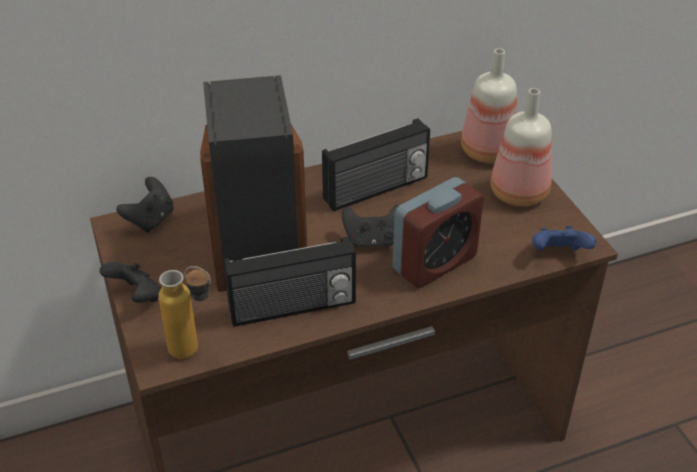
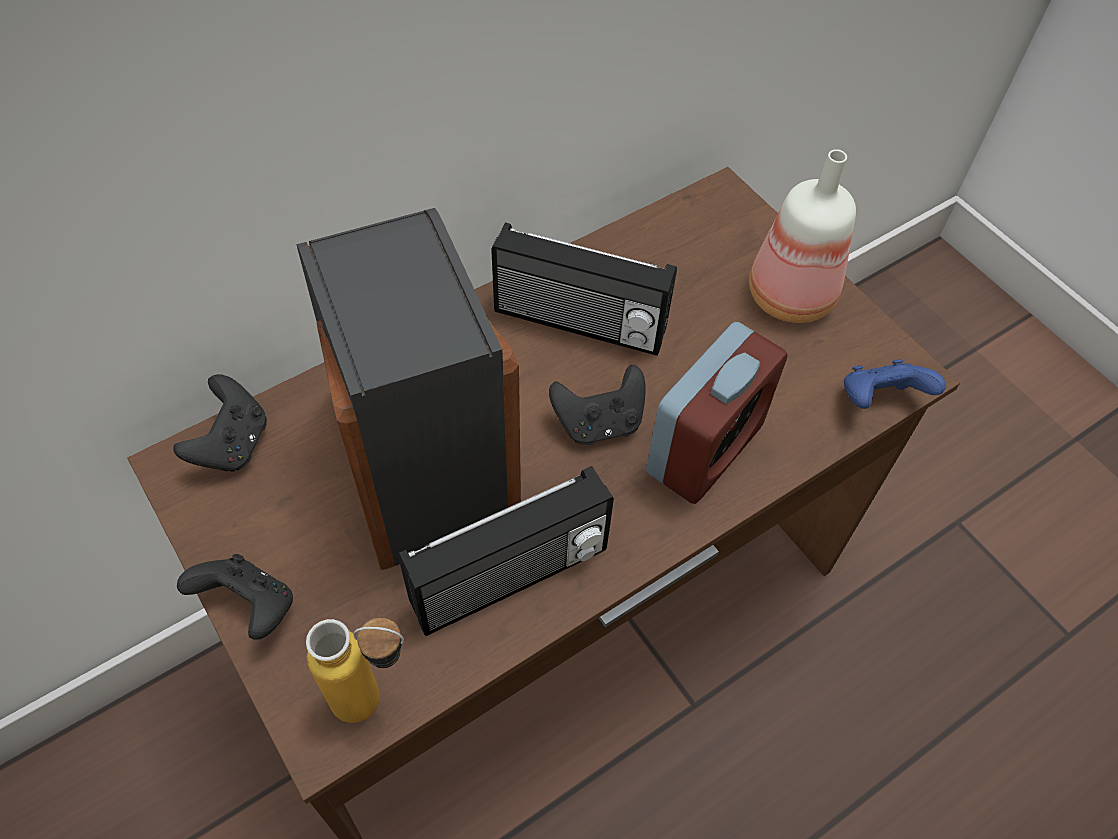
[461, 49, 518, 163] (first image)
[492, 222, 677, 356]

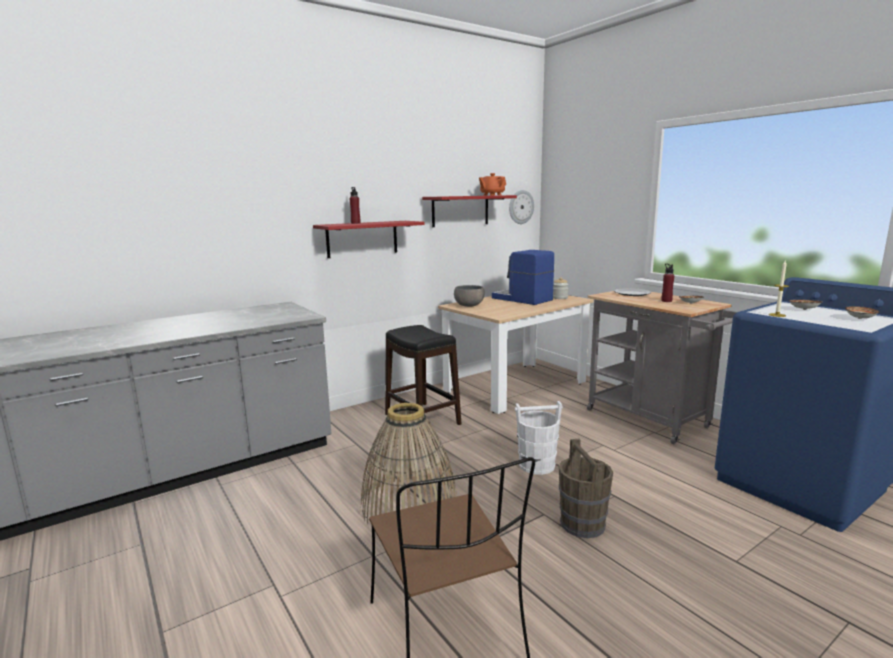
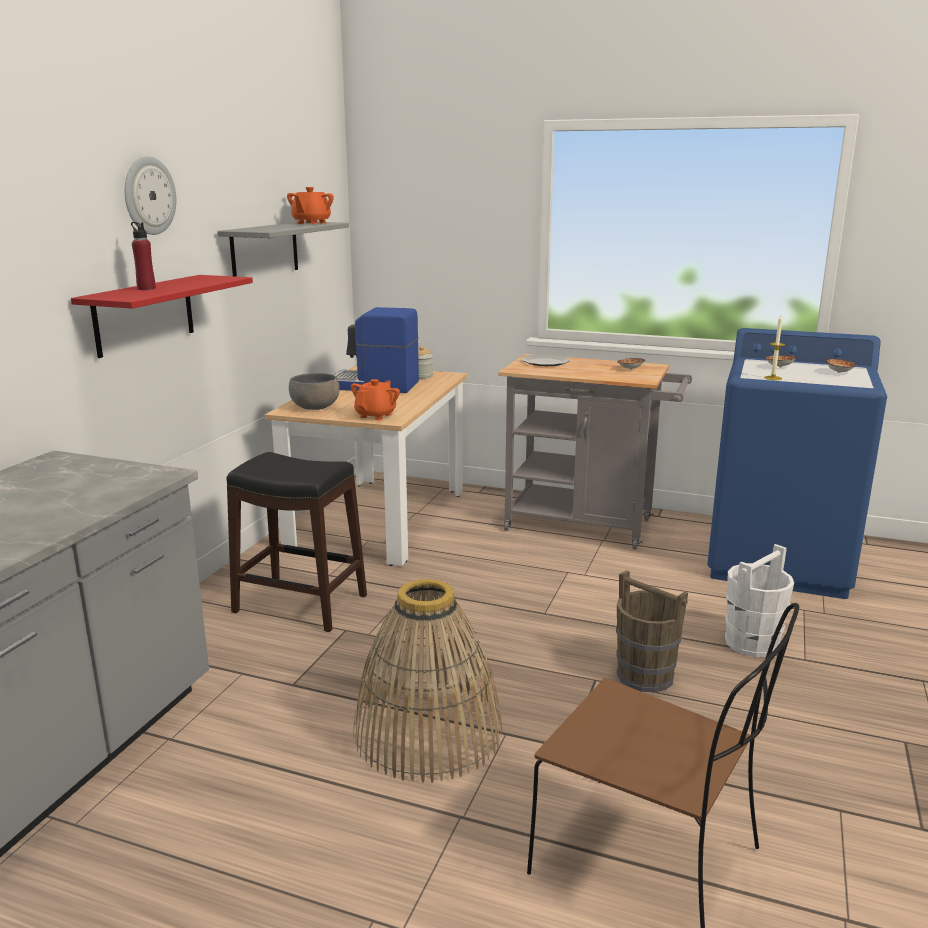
[661, 264, 674, 302] (first image)
[351, 379, 400, 420]
[125, 156, 176, 235]
[725, 544, 794, 657]
[217, 222, 349, 277]

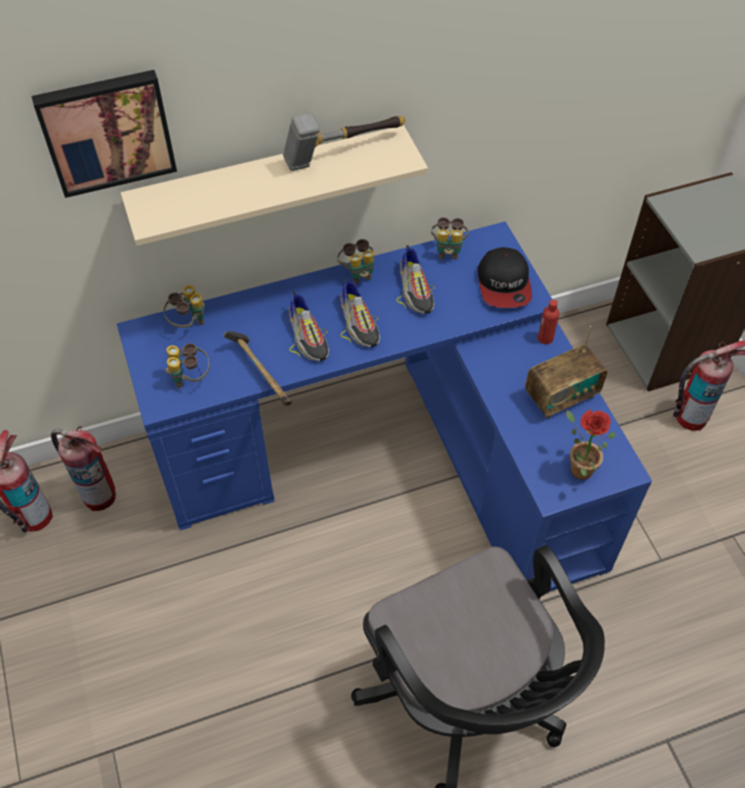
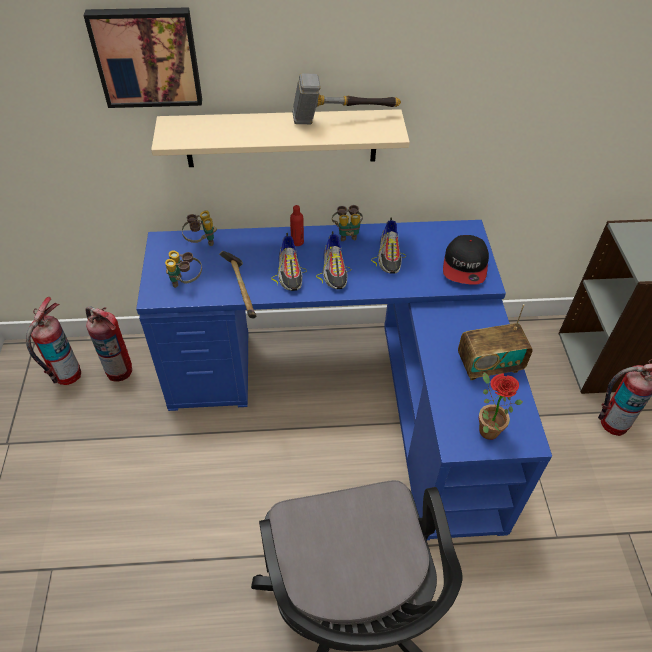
[431, 217, 469, 260] (first image)
[290, 205, 304, 246]

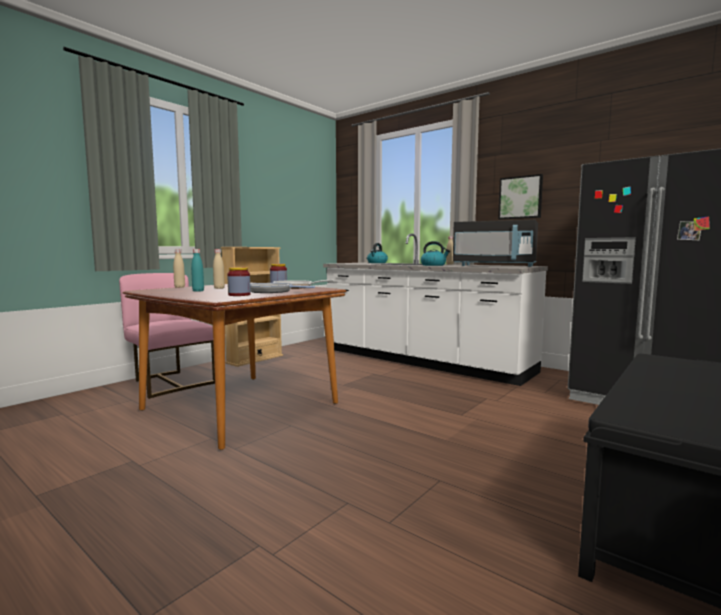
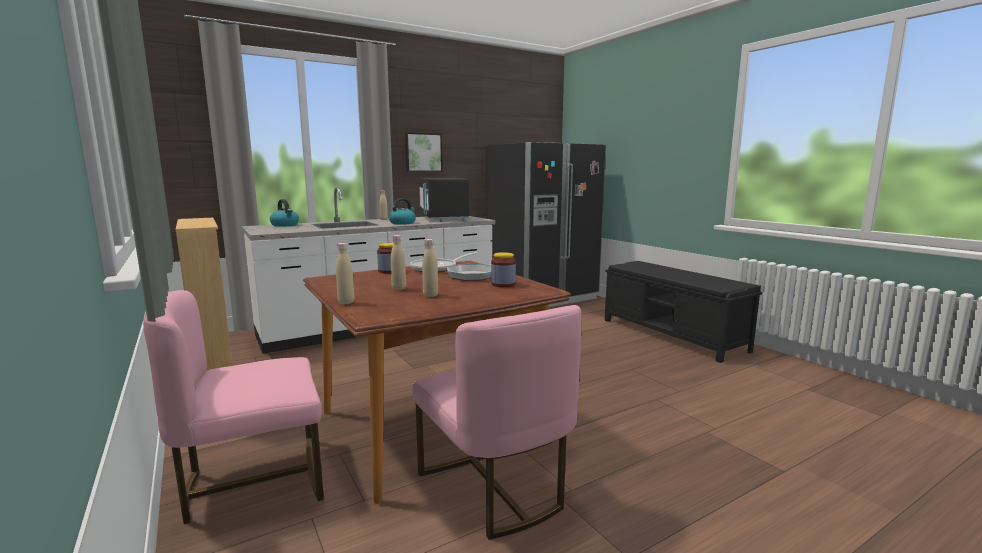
[412, 305, 581, 540]
[422, 239, 438, 297]
[419, 178, 470, 222]

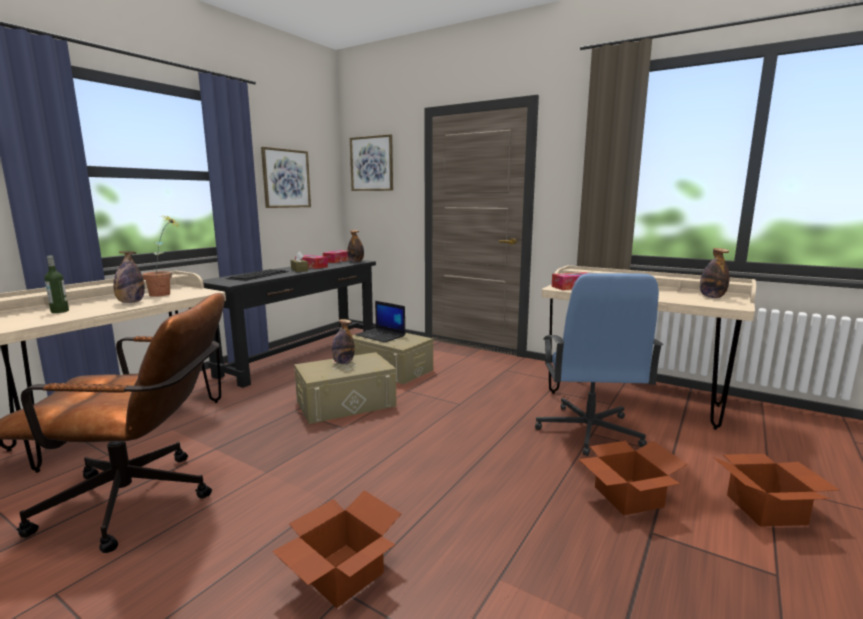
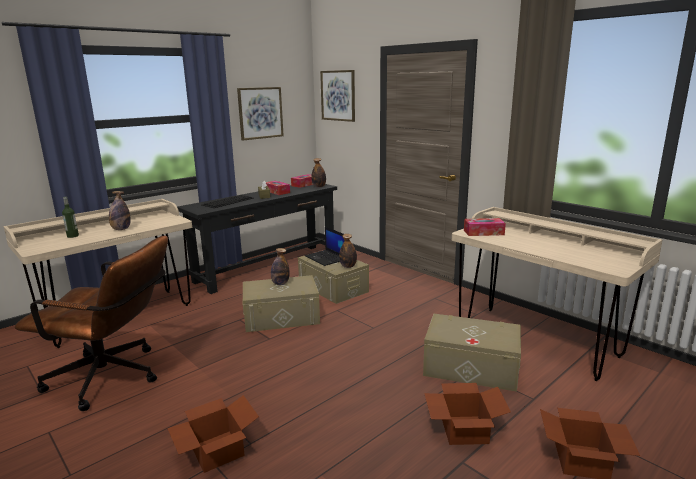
[142, 214, 181, 297] (first image)
[339, 234, 357, 268]
[423, 314, 521, 392]

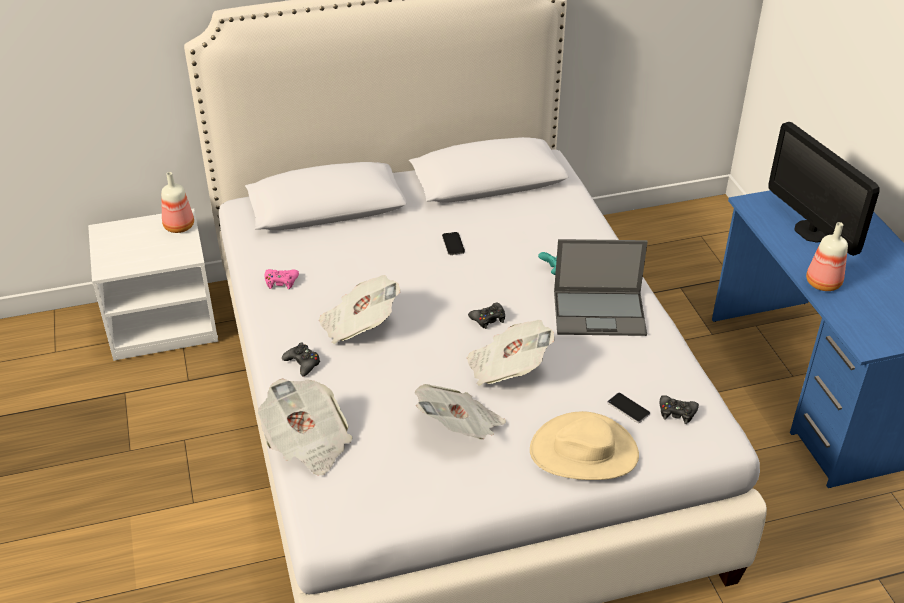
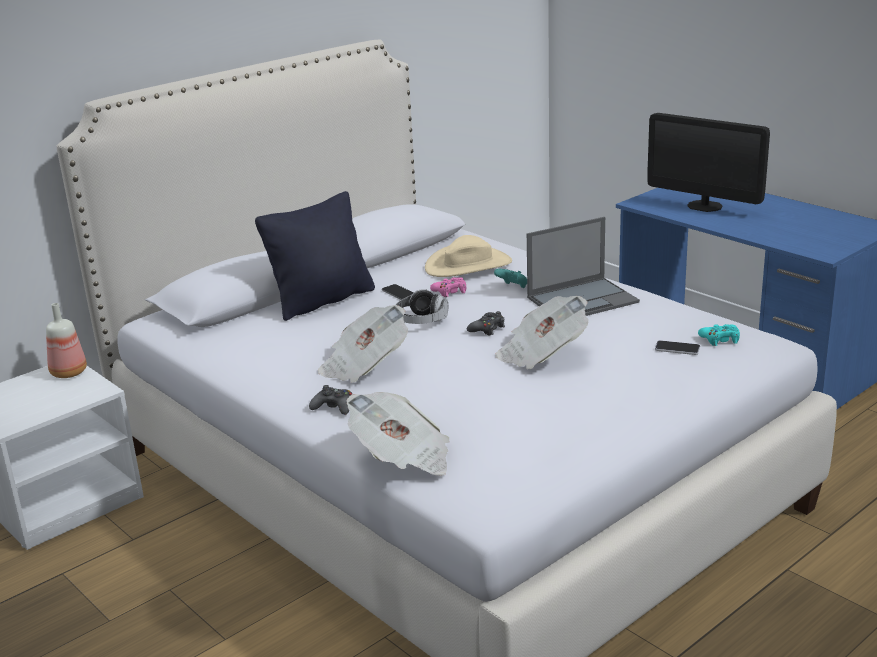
[414, 384, 506, 440] (first image)
[806, 222, 848, 291] (first image)
[255, 191, 375, 321]
[395, 289, 448, 324]
[430, 277, 466, 297]
[425, 235, 512, 277]
[698, 324, 740, 346]

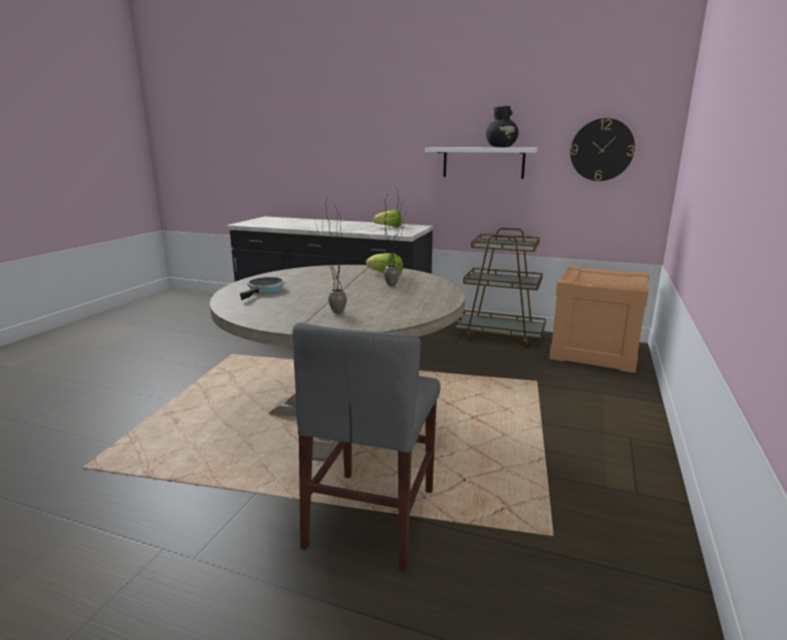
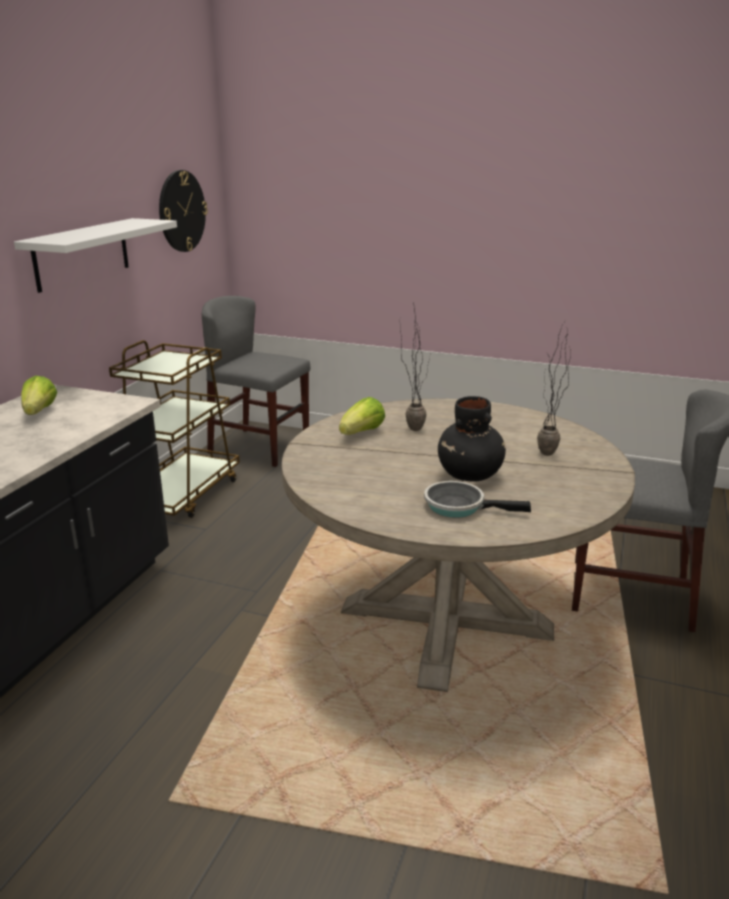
[438, 396, 506, 482]
[202, 296, 310, 467]

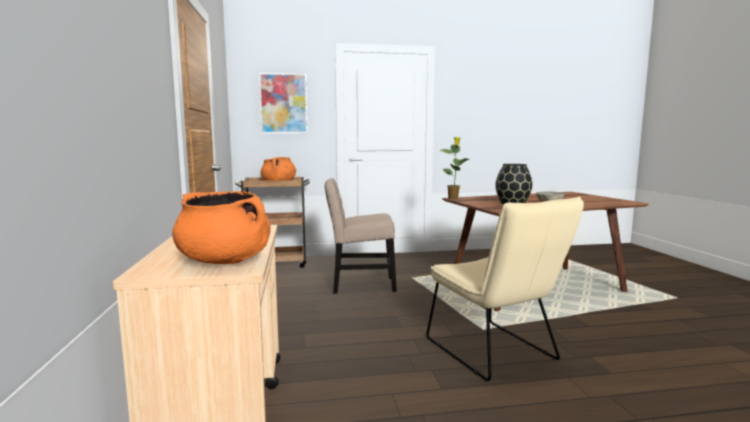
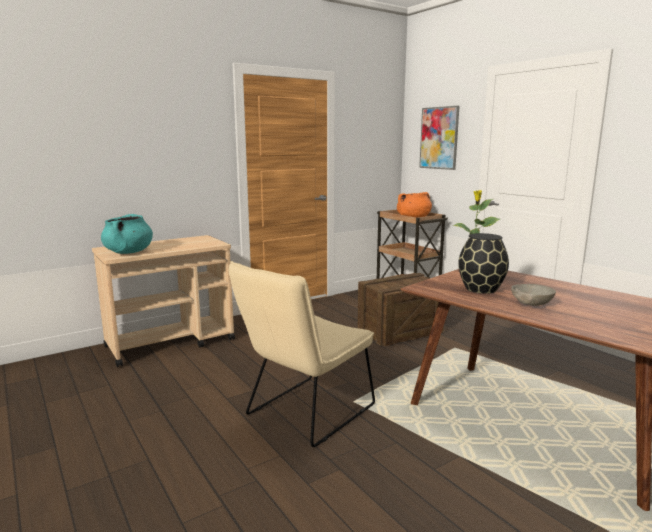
[358, 273, 444, 346]
[101, 214, 153, 254]

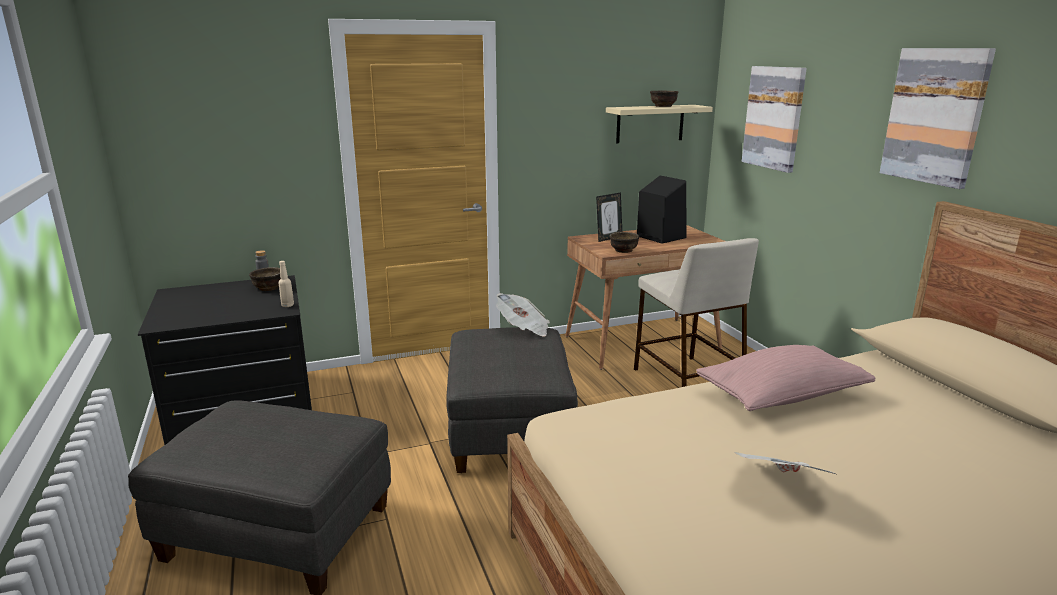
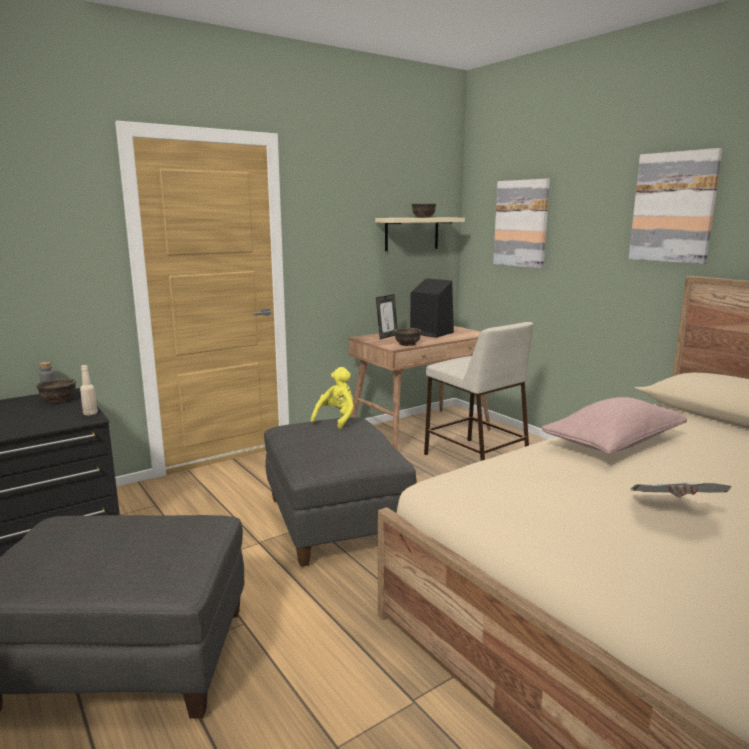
[311, 367, 354, 429]

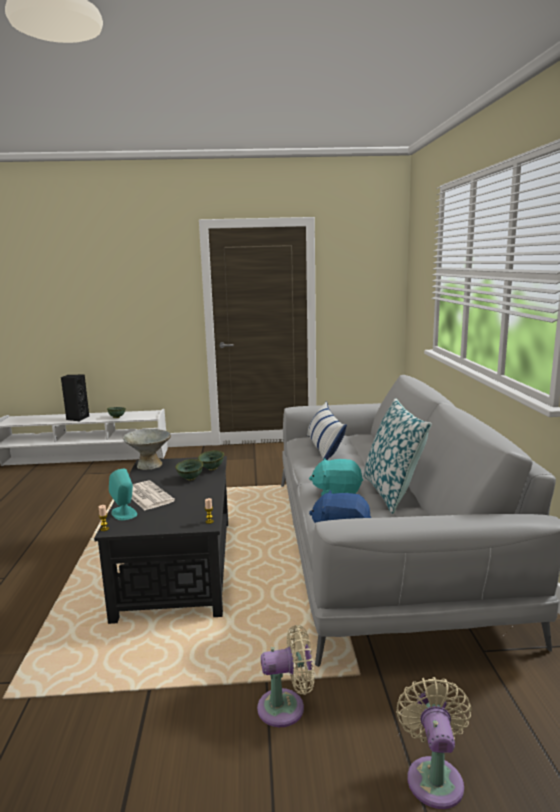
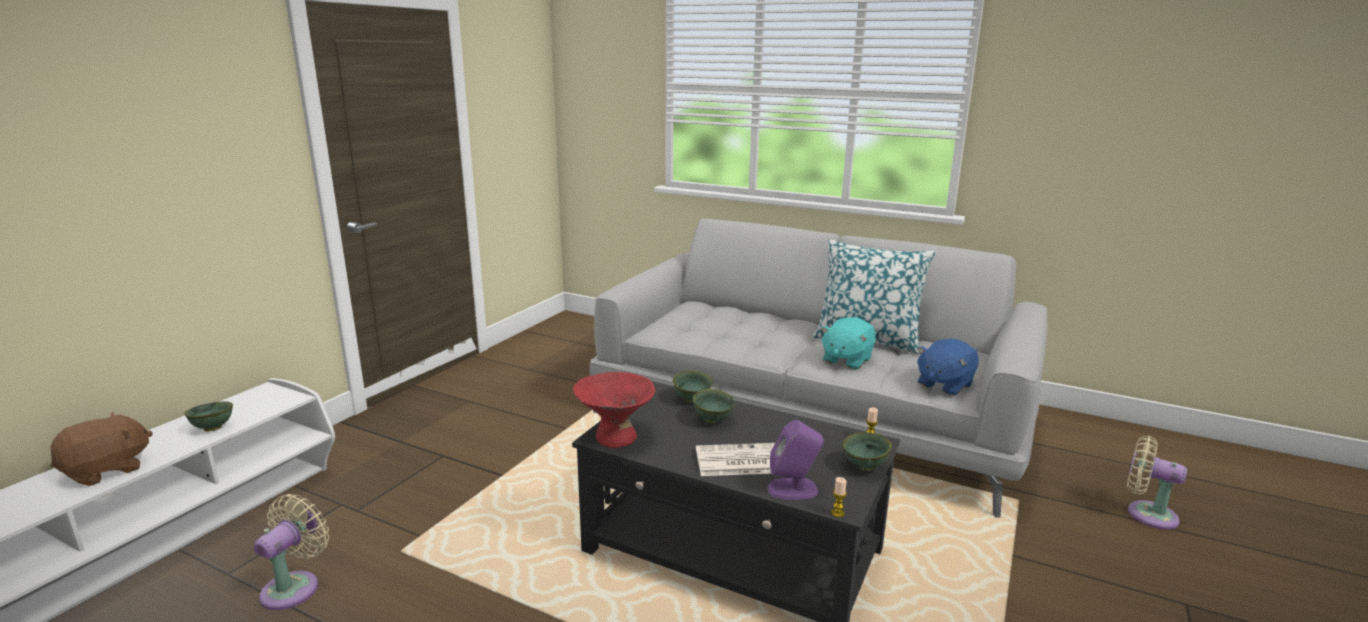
[307, 401, 347, 460] (first image)
[842, 432, 892, 471]
[254, 494, 329, 610]
[51, 412, 153, 486]
[768, 420, 824, 500]
[573, 372, 655, 448]

